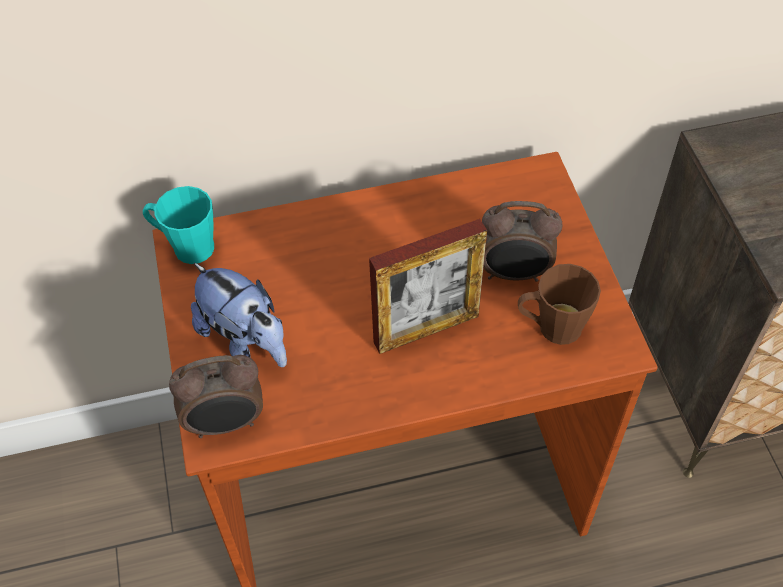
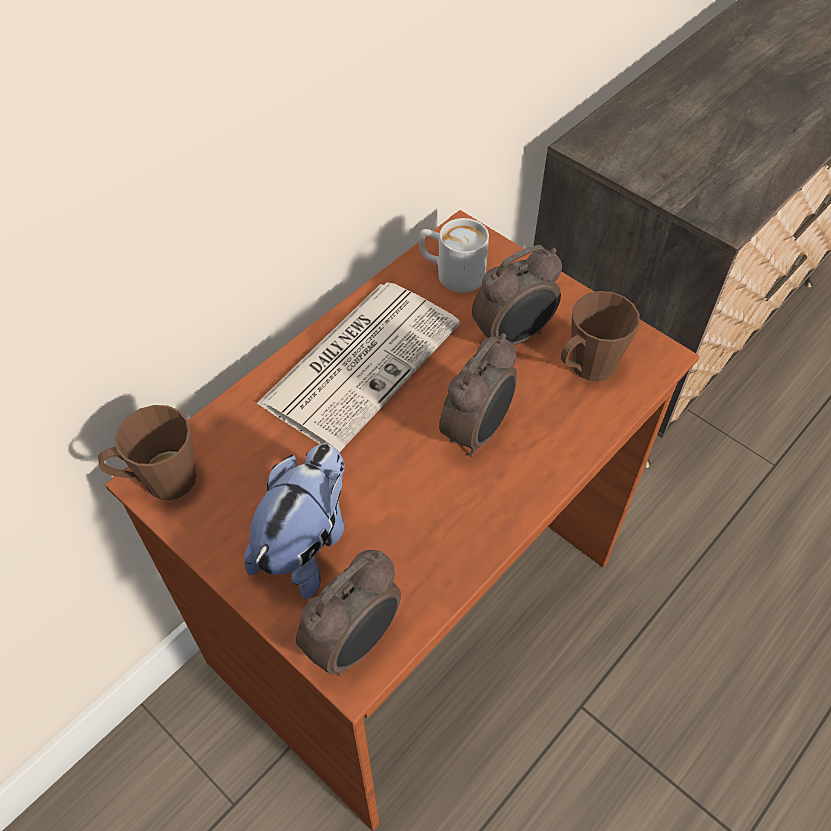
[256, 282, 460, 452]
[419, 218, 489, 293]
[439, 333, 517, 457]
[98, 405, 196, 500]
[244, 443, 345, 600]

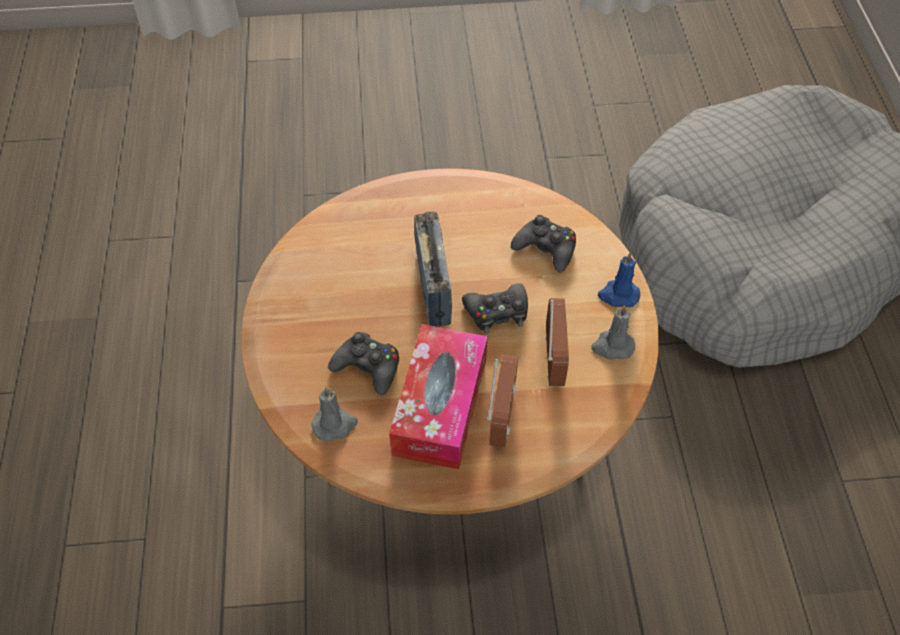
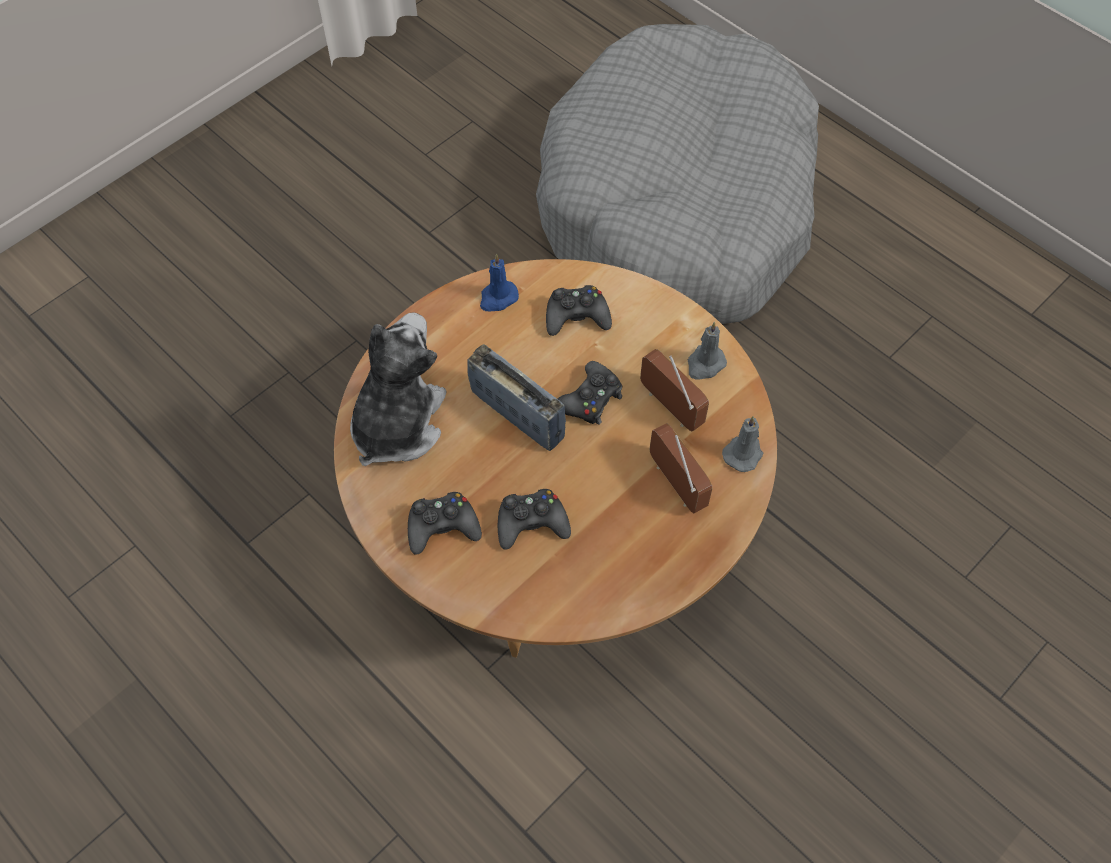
[389, 324, 487, 469] (first image)
[350, 312, 446, 466]
[408, 492, 482, 555]
[722, 416, 763, 472]
[480, 254, 519, 311]

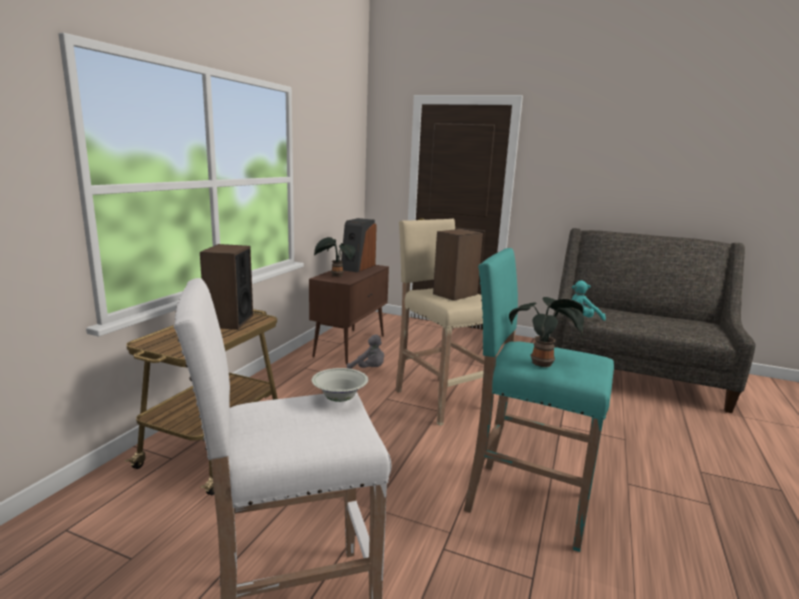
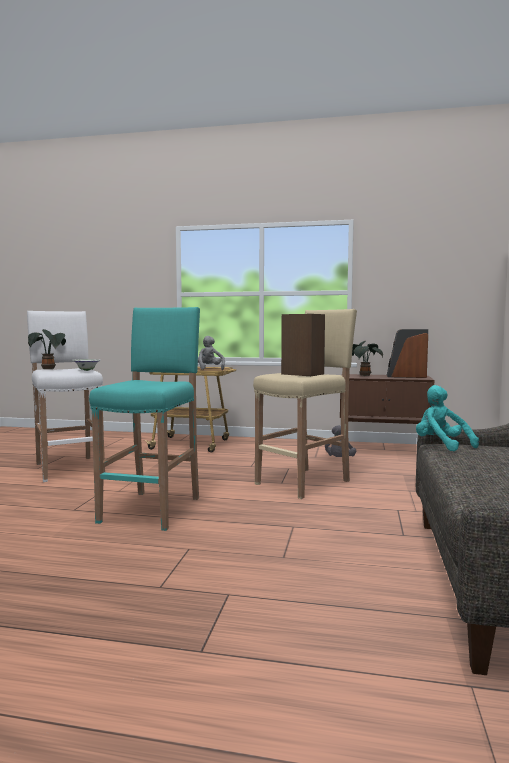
[28, 329, 66, 369]
[198, 336, 225, 370]

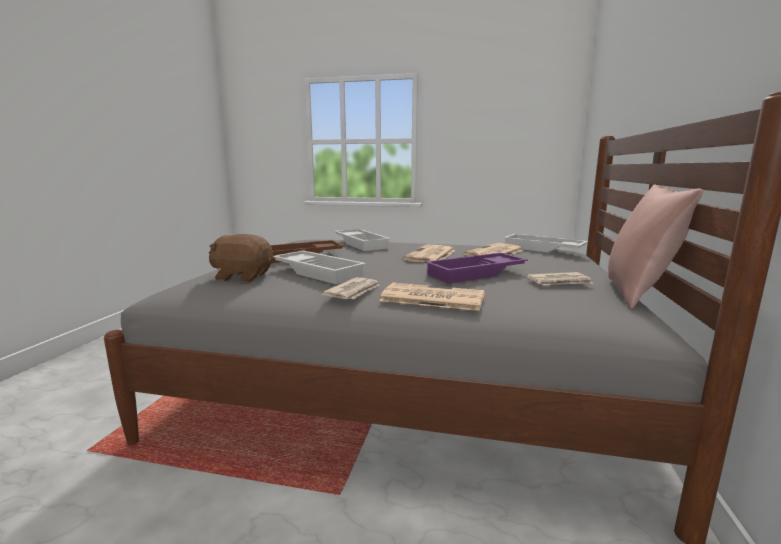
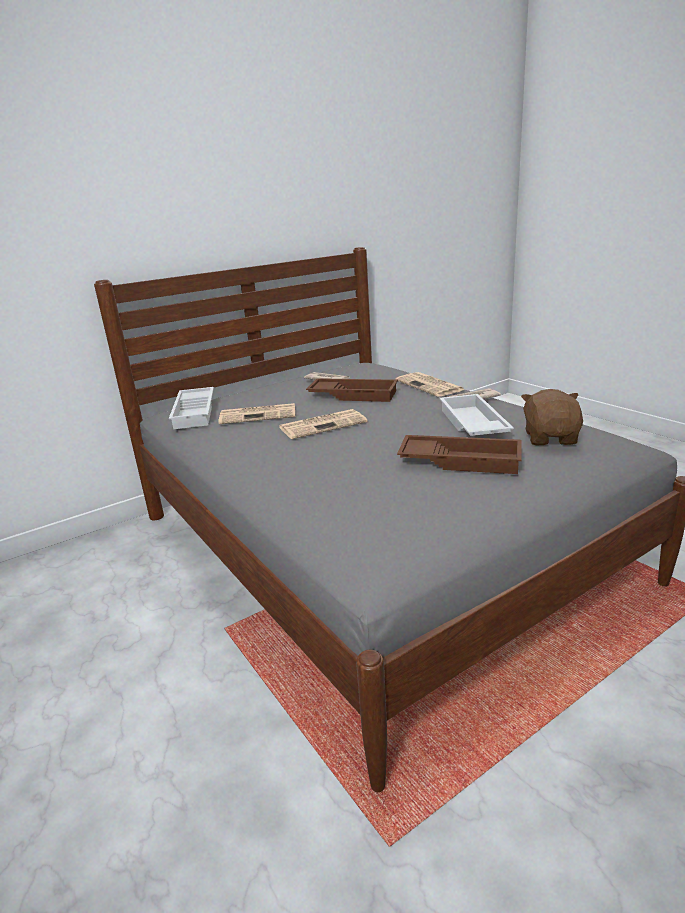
[334, 229, 391, 251] (first image)
[608, 184, 703, 309] (first image)
[306, 378, 398, 402]
[521, 389, 583, 445]

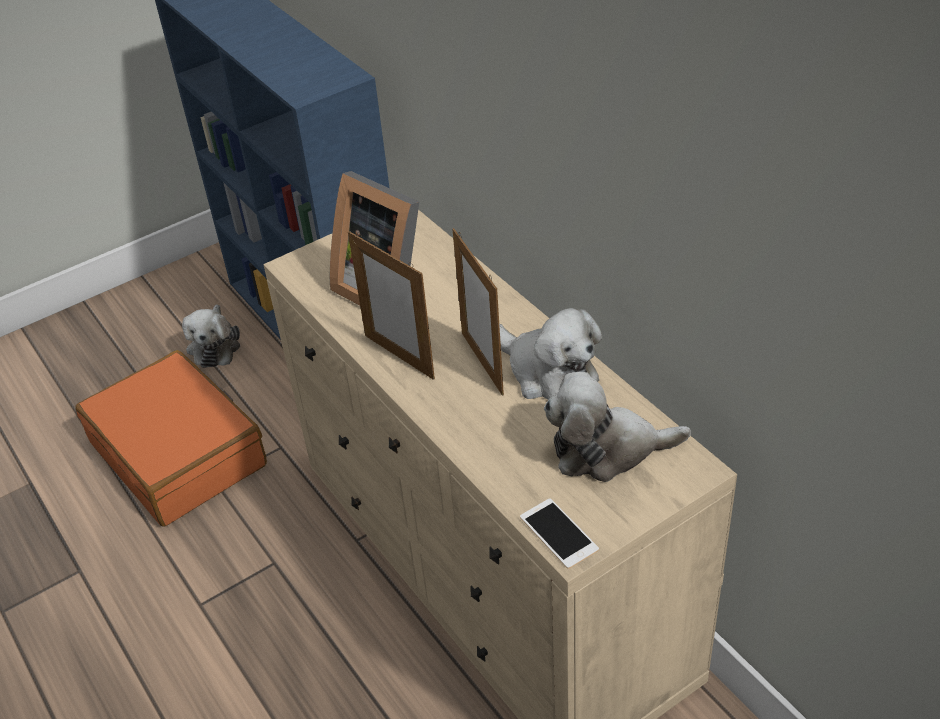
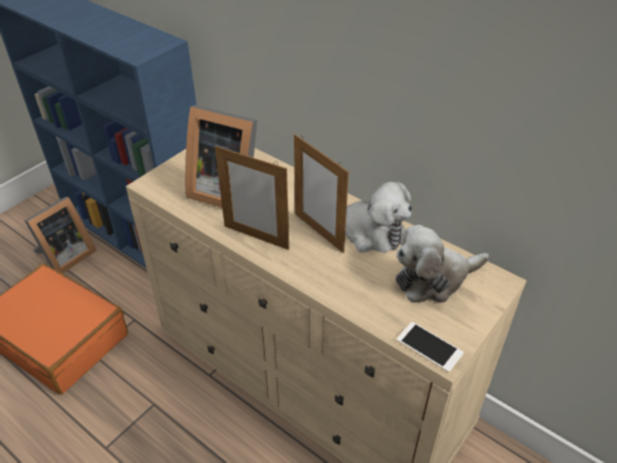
[24, 197, 96, 273]

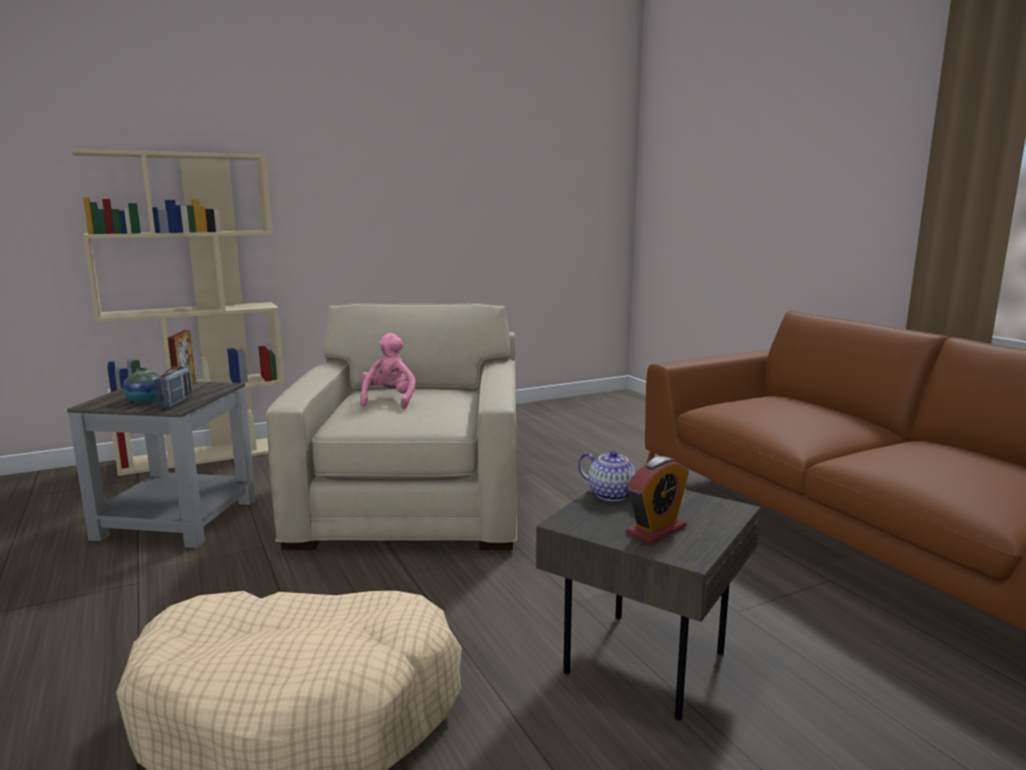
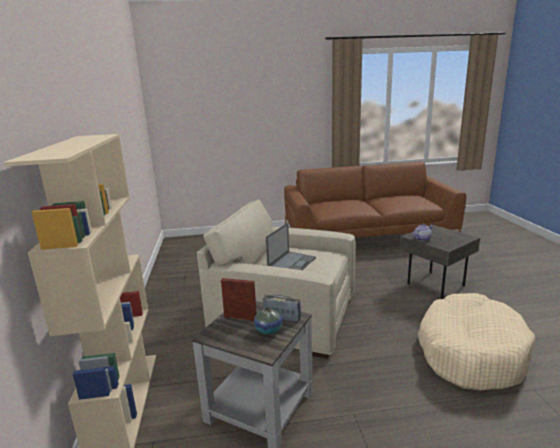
[626, 456, 689, 544] (first image)
[266, 223, 316, 270]

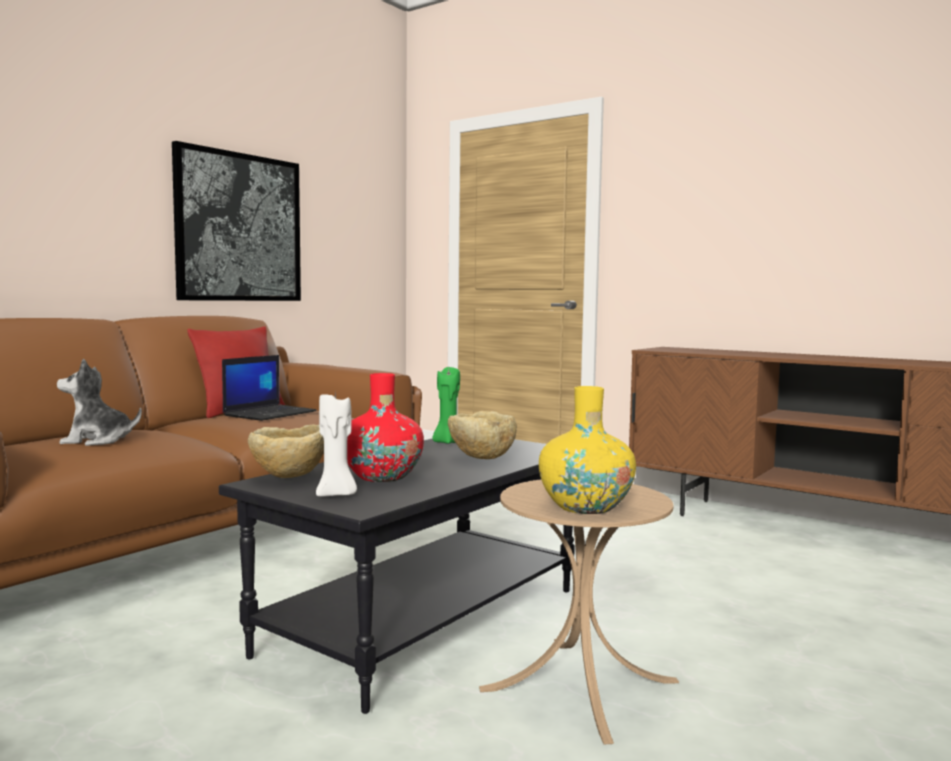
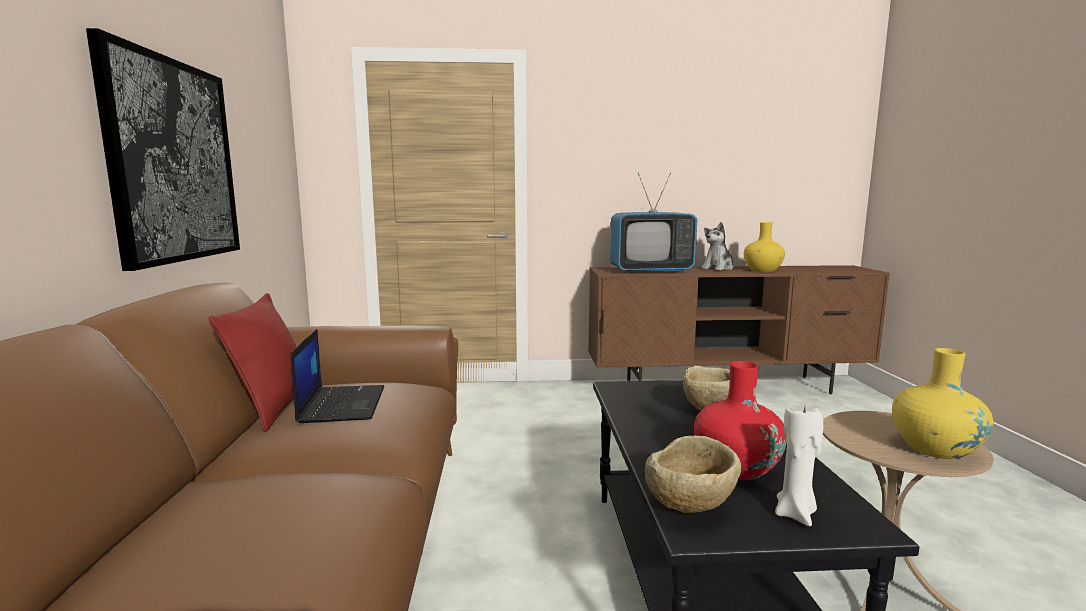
[432, 367, 460, 444] (first image)
[610, 172, 697, 273]
[744, 222, 785, 272]
[701, 222, 734, 271]

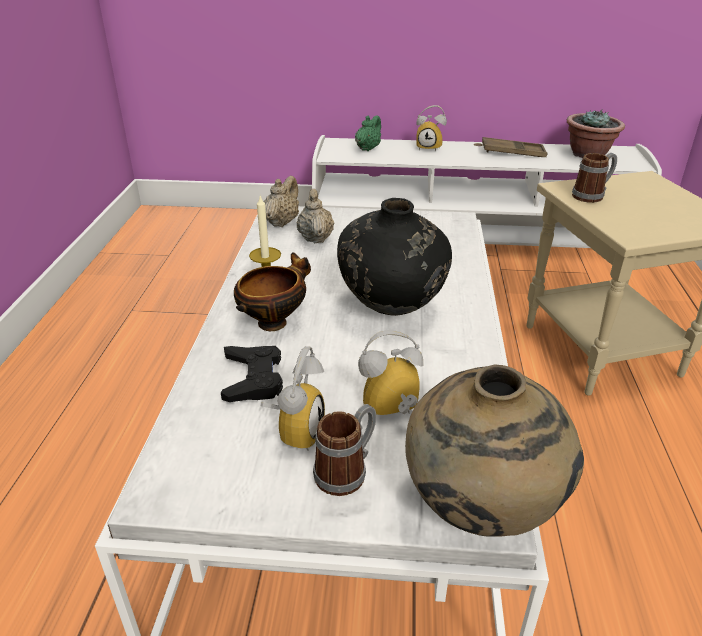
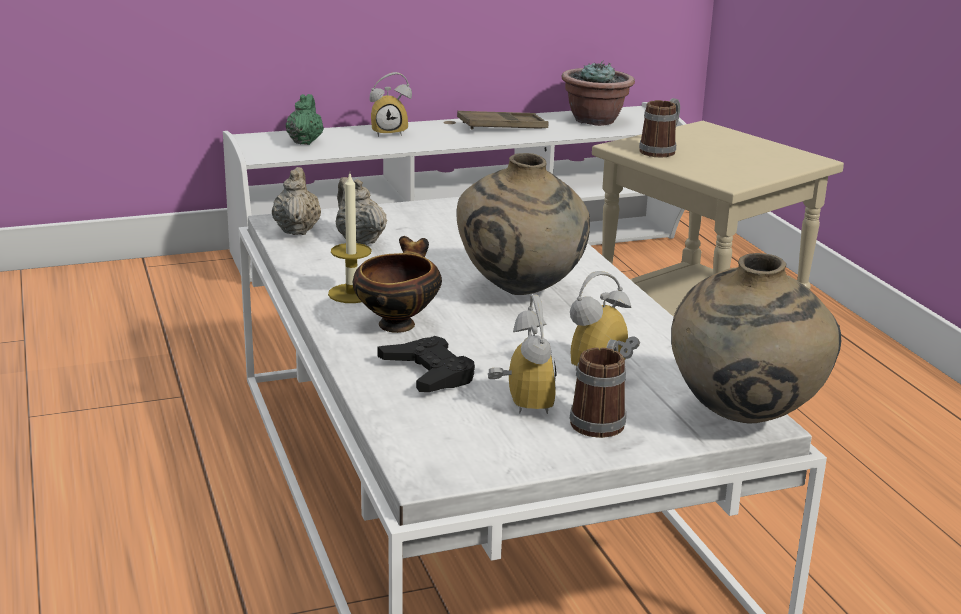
[456, 153, 590, 295]

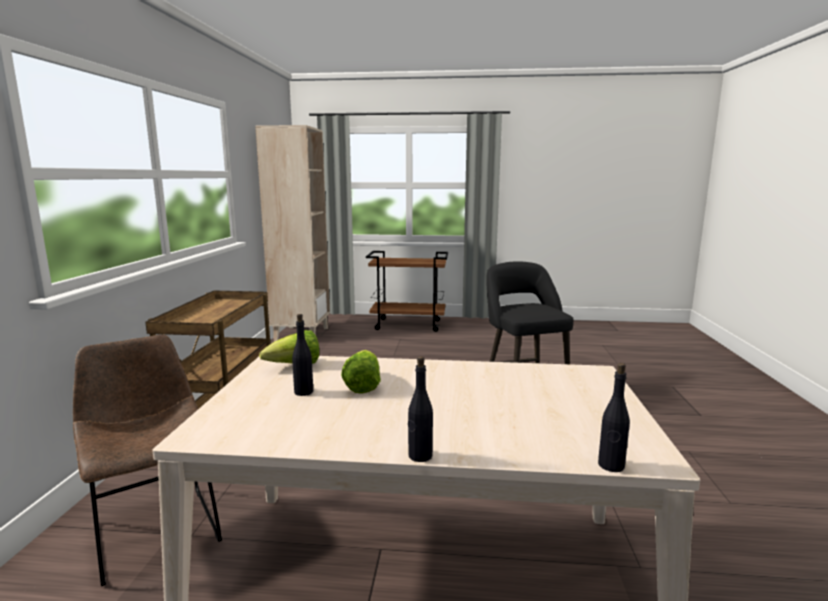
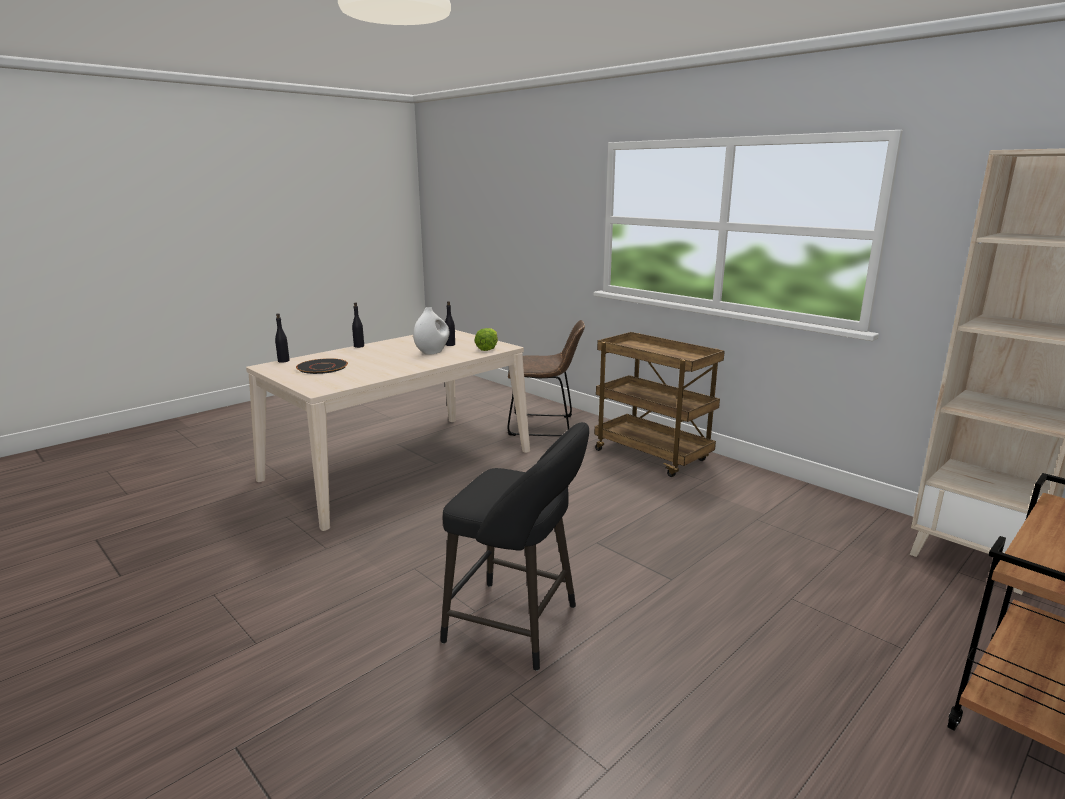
[296, 358, 348, 374]
[413, 307, 449, 355]

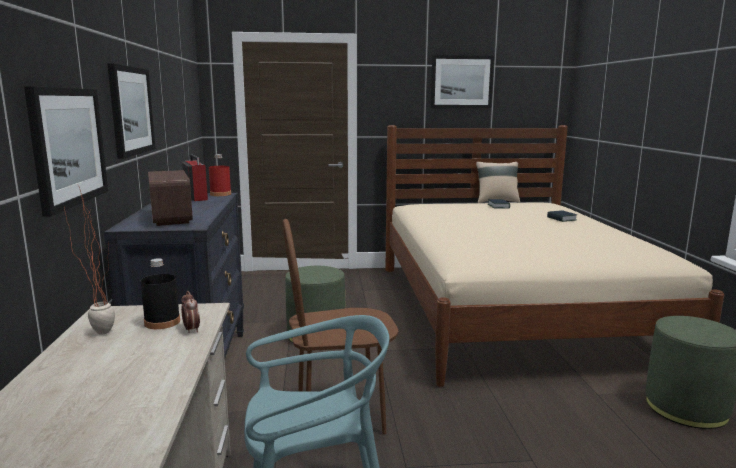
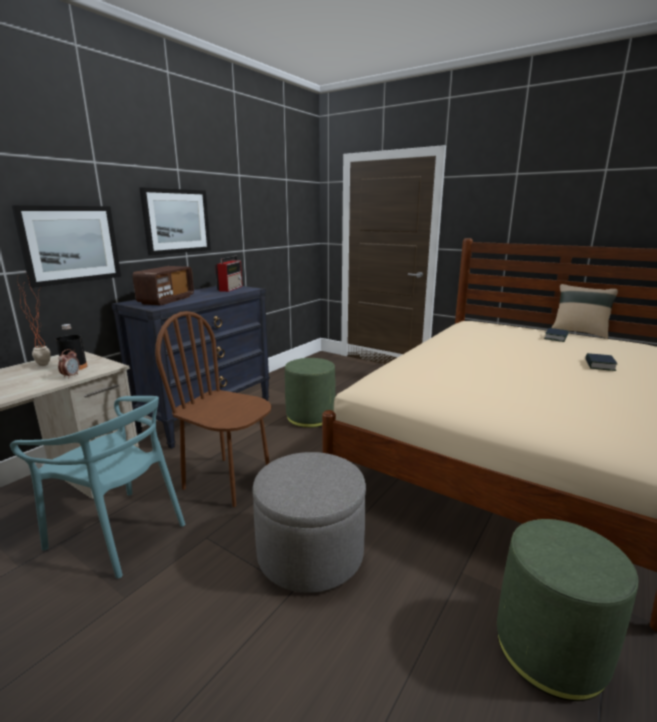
[209, 154, 231, 196] (first image)
[431, 55, 494, 108] (first image)
[252, 452, 366, 593]

